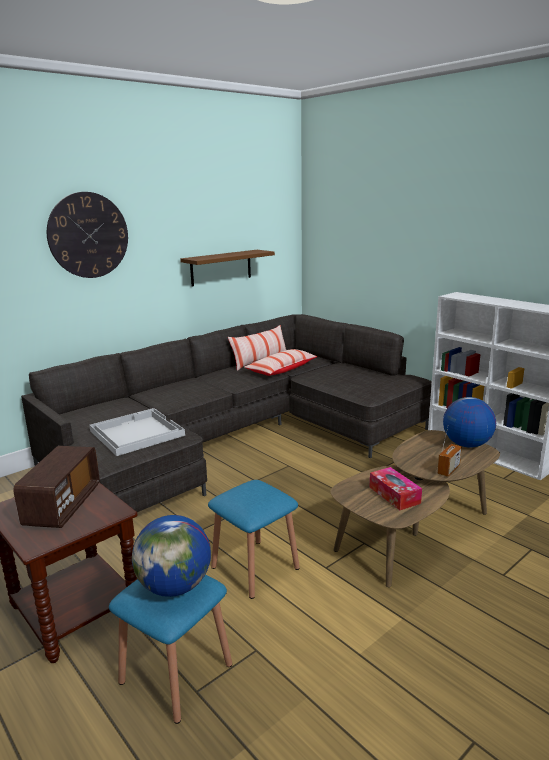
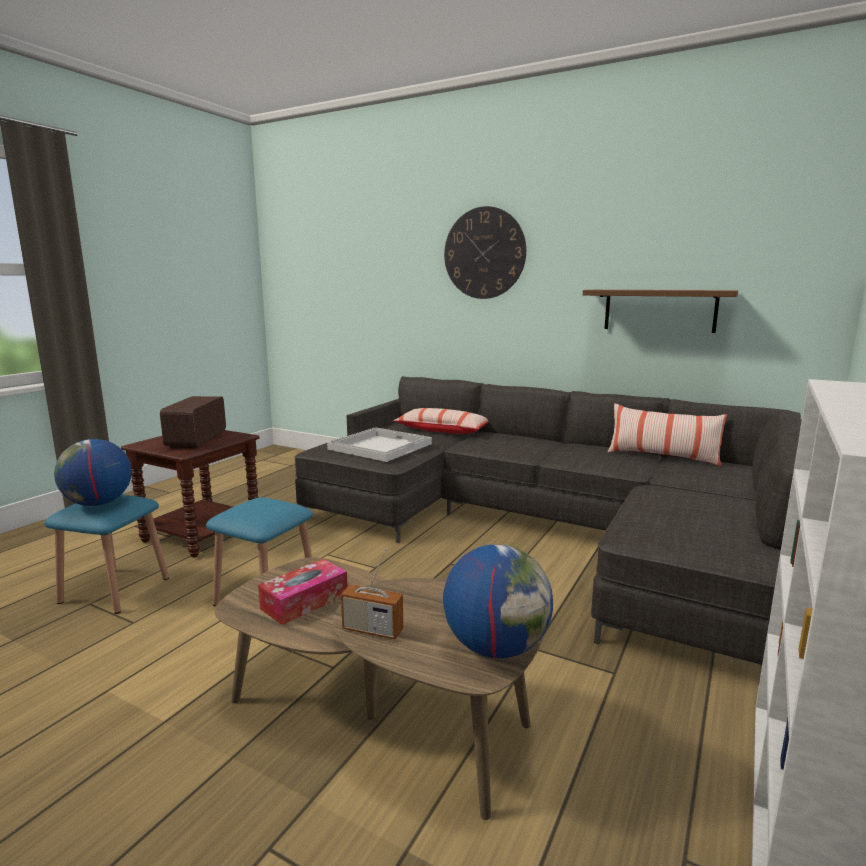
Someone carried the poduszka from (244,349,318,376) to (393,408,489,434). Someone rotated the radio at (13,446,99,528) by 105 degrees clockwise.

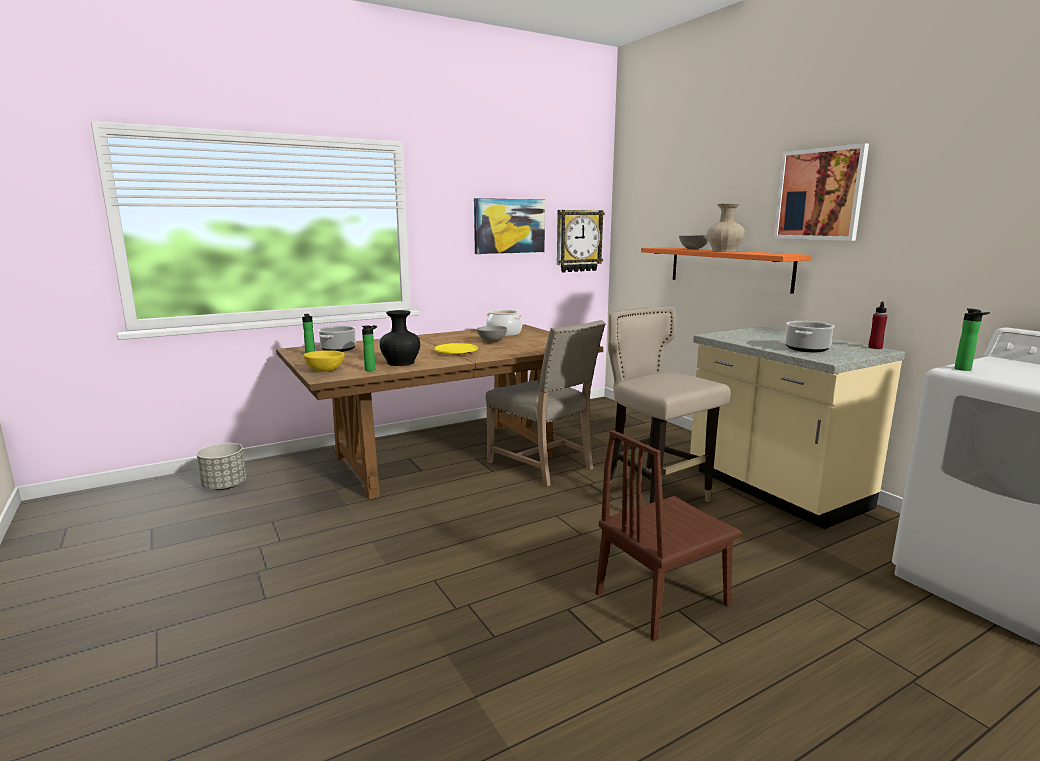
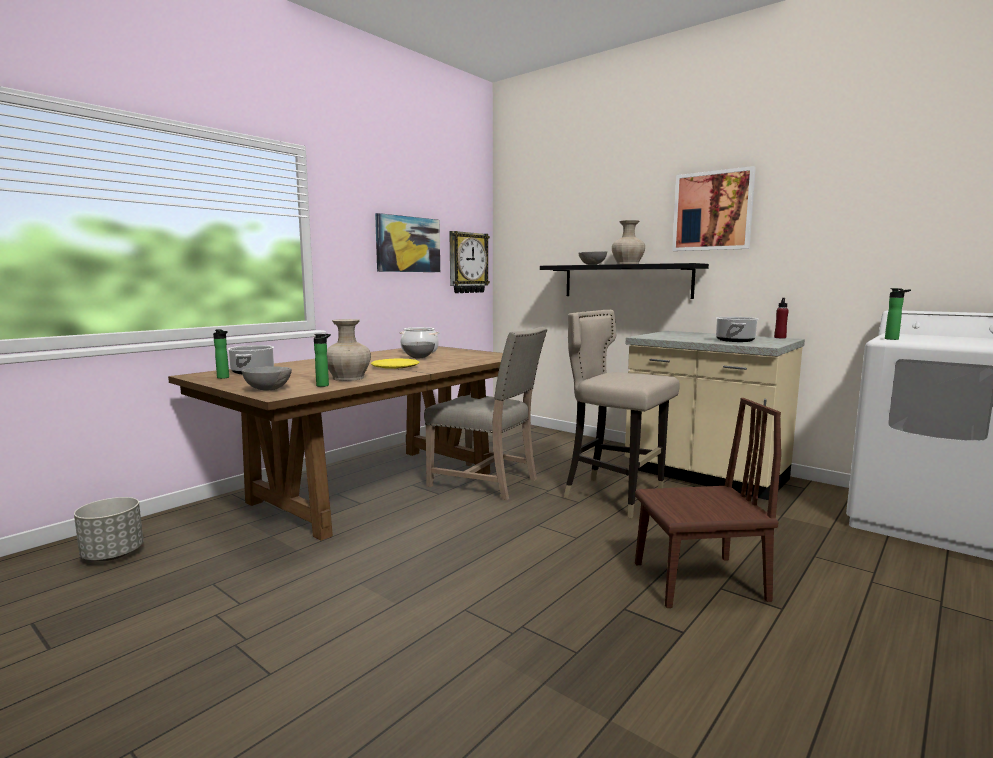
Someone repainted the miska (żółty) at (304,350,345,372), which became the miska (szary) at (241,366,292,390). Someone repainted the wazon (czarny) at (380,310,420,366), which became the wazon (beżowy) at (327,319,371,381). Someone repainted the półka (pomarańczowy) at (641,247,811,294), which became the półka (czarny) at (540,263,709,299). Someone rotated the krzesło (brązowy) at (596,430,741,641) by 135 degrees counterclockwise.

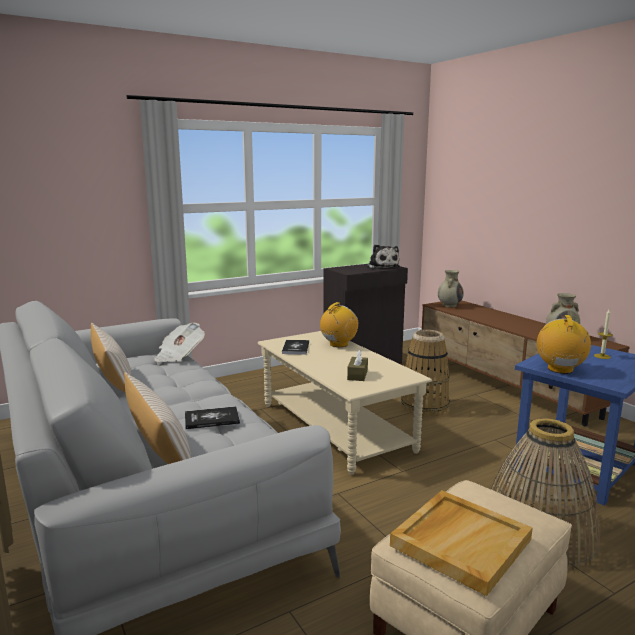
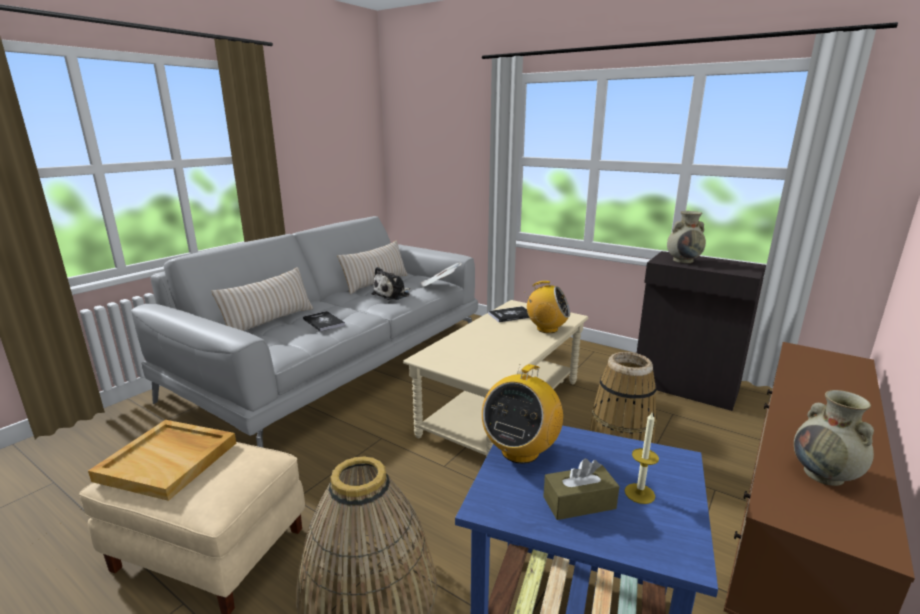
Someone carried the pudełko chusteczek (brązowy) from (347,350,368,381) to (543,458,619,520). Someone carried the pluszak from (367,244,399,269) to (371,267,410,300). Someone carried the wazon (beżowy) from (438,270,464,307) to (667,211,706,263). Someone rotated the radio at (537,315,591,374) by 135 degrees clockwise.

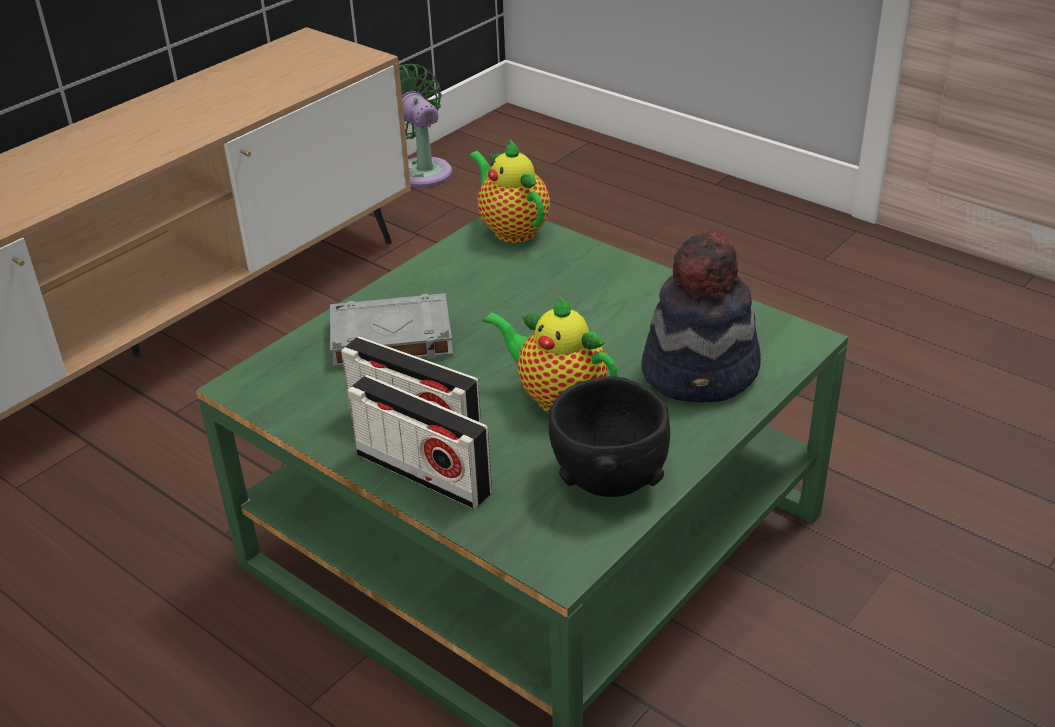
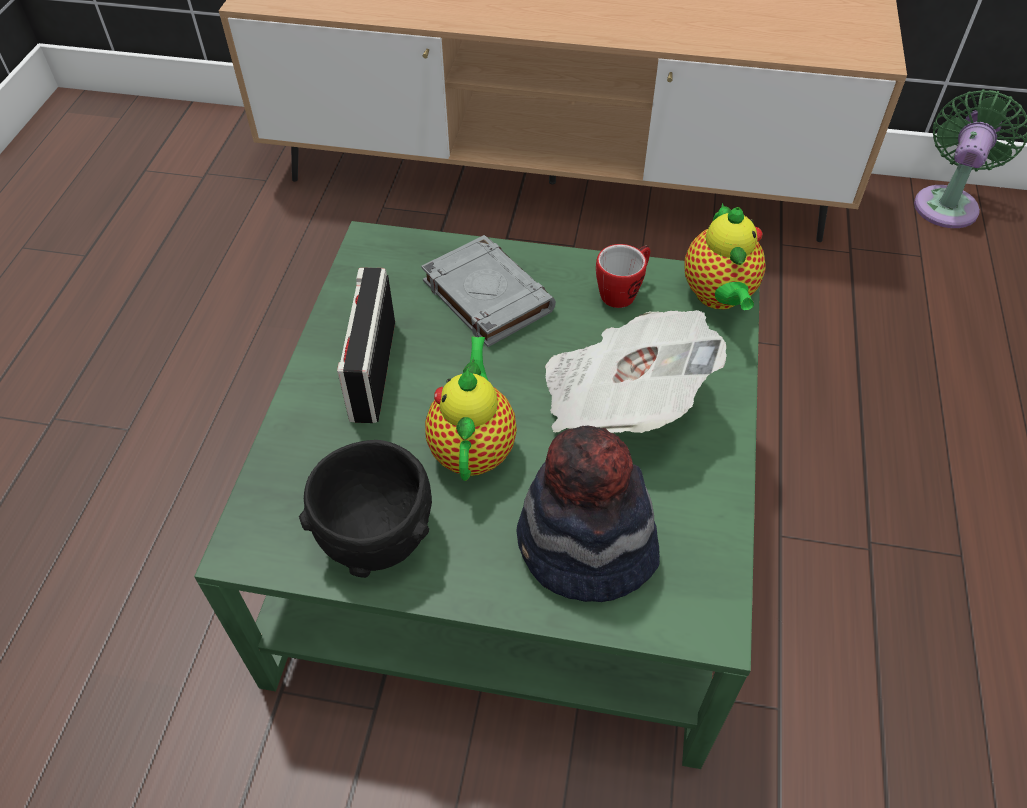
Someone took away the radio at (348,375,492,509). Someone put down the gazeta at (545,310,727,433). Someone put down the kubek at (596,244,650,308). Someone rotated the imbryk at (469,139,550,243) by 150 degrees clockwise.

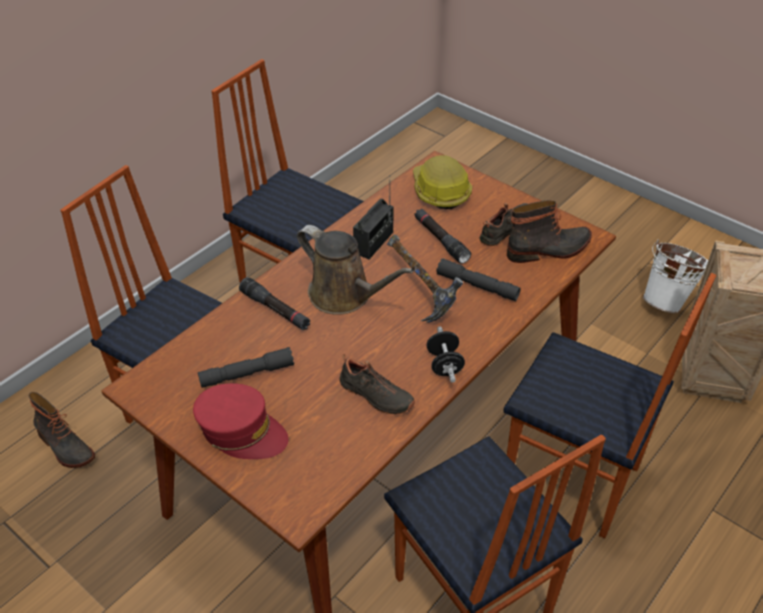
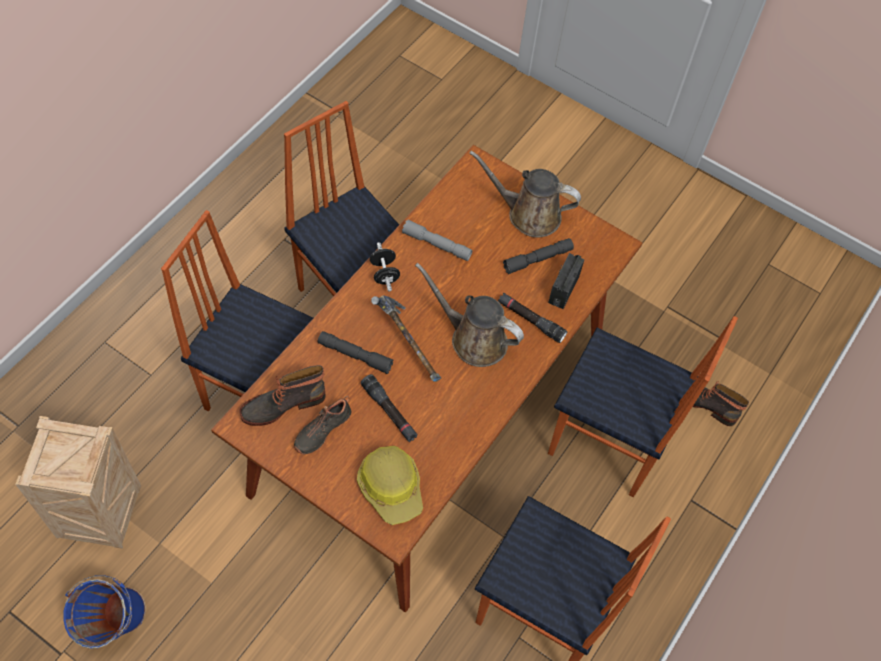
Someone carried the radio from (353,183,394,259) to (548,253,585,309). Someone swapped the czapka z daszkiem (czerwony) at (193,383,289,459) for the konewka (brązowy) at (469,151,581,238). Someone swapped the but (czarny) at (339,354,415,415) for the latarka (szary) at (402,220,473,261). Someone repainted the wiadro (biały) at (643,239,708,313), which became the wiadro (niebieski) at (63,575,146,649).

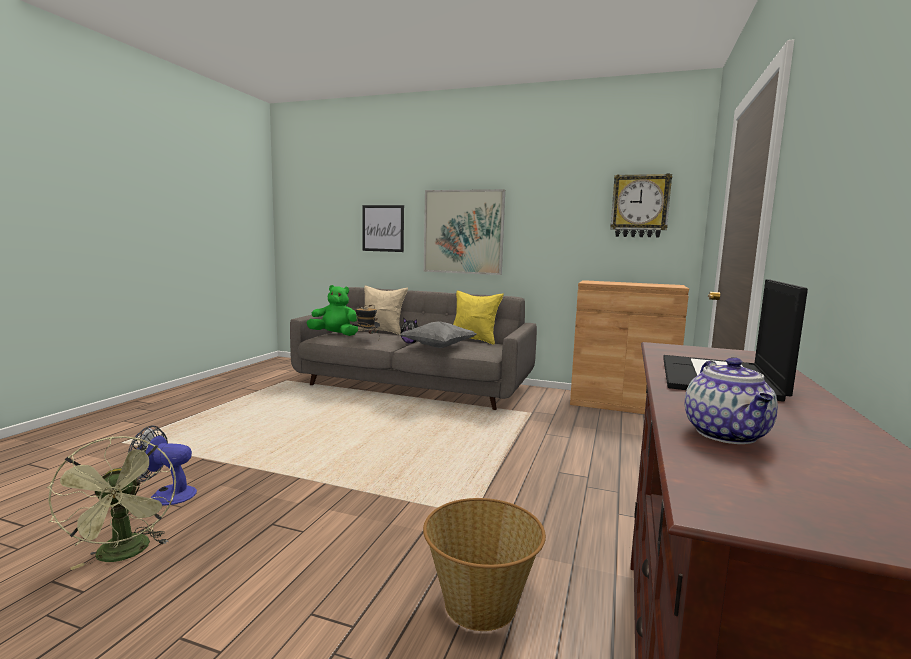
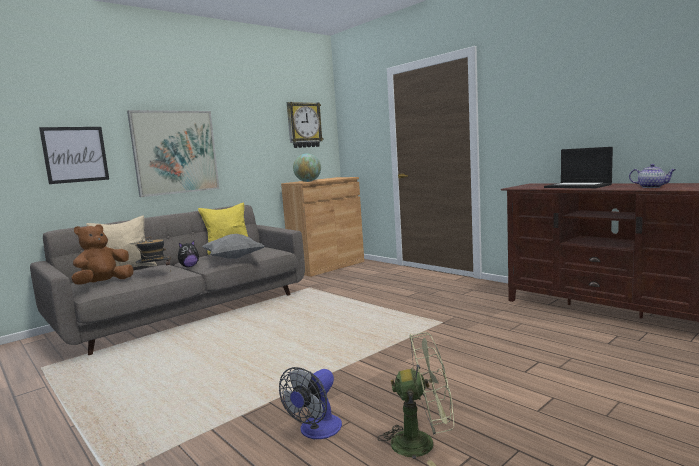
Someone took away the koszyk at (423,498,546,631). Someone put down the globus at (293,154,321,182). Someone repainted the pluszak (zielony) at (307,285,358,336), which became the pluszak (brązowy) at (71,224,133,285).

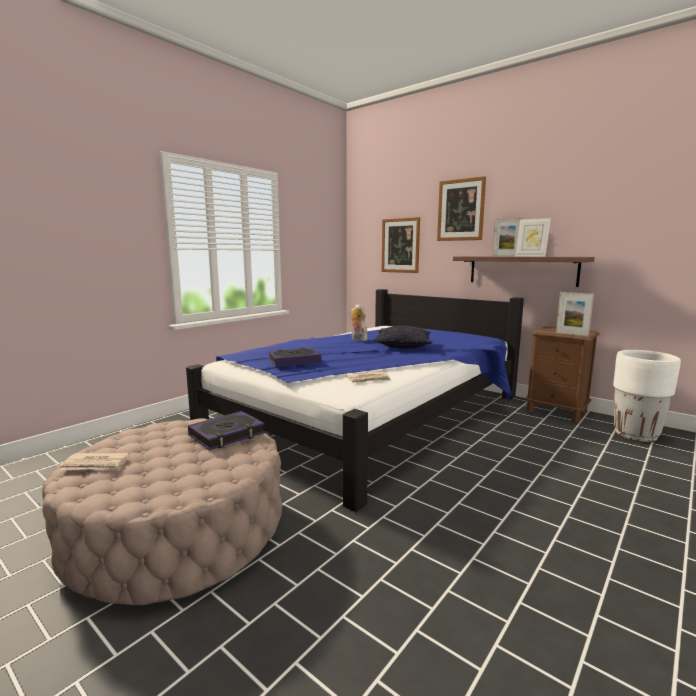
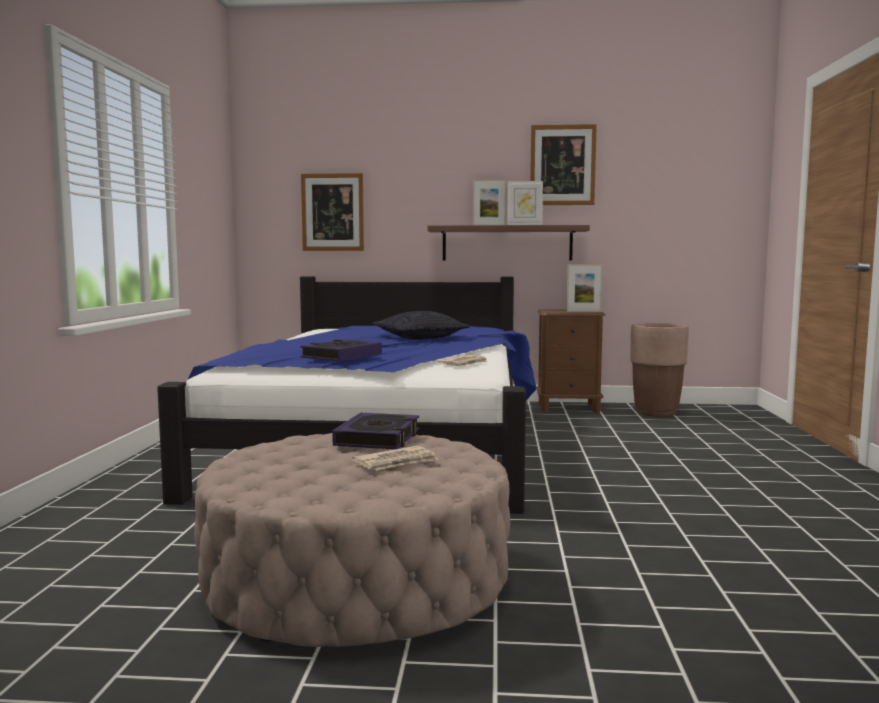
Someone took away the pluszak at (350,304,368,341). Someone carried the gazeta from (60,453,130,471) to (352,445,438,470). Someone carried the obraz from (437,176,486,241) to (530,124,597,205). Someone repainted the donica (biały) at (613,350,681,442), which became the donica (brązowy) at (630,323,689,417).

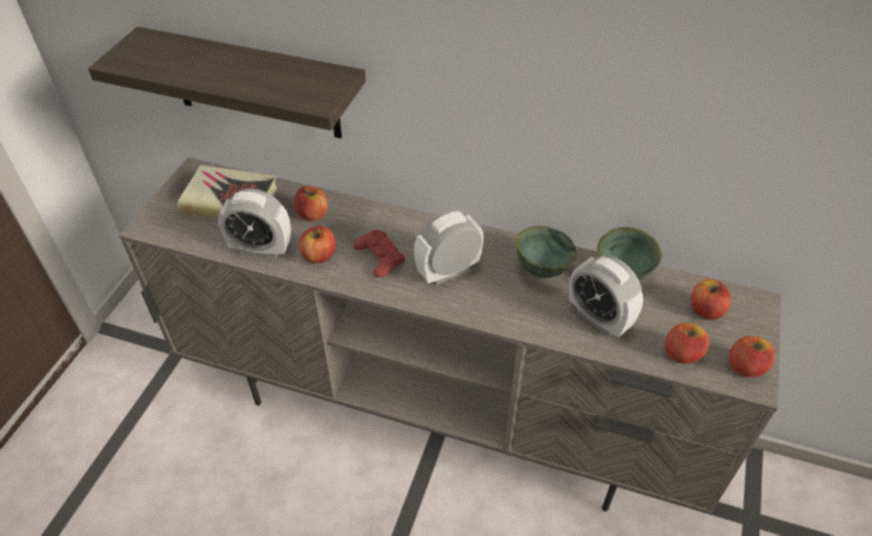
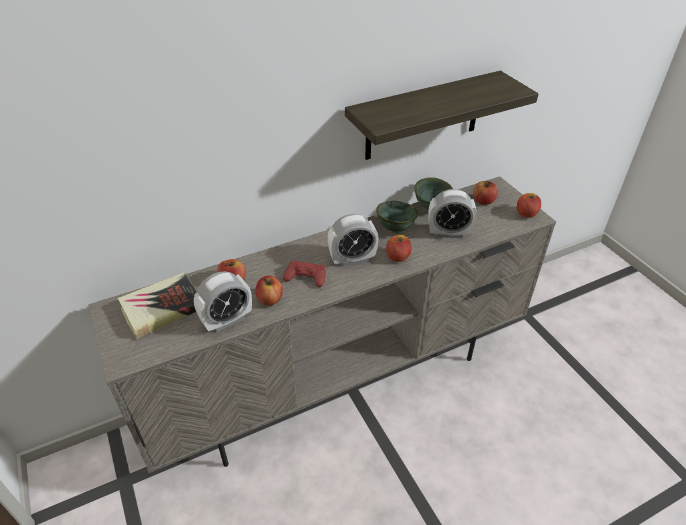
Someone carried the półka from (88,27,366,138) to (345,71,538,160). Someone carried the jabłko from (665,323,709,364) to (386,235,412,262). Someone rotated the budzik at (414,210,484,285) by 120 degrees counterclockwise.

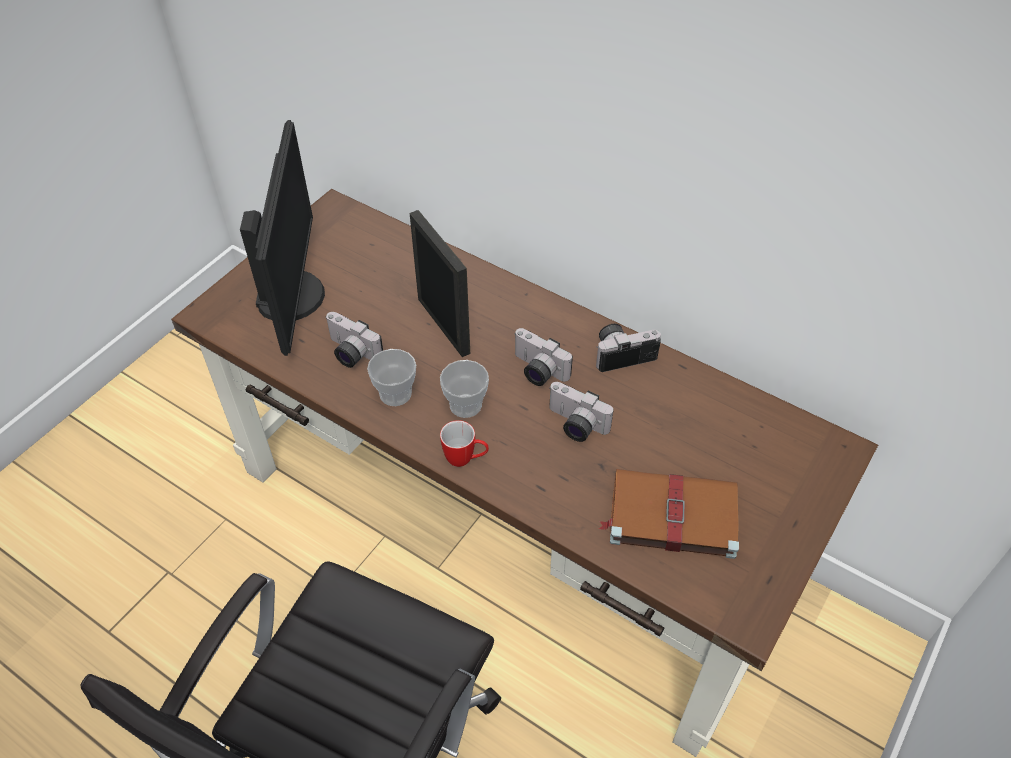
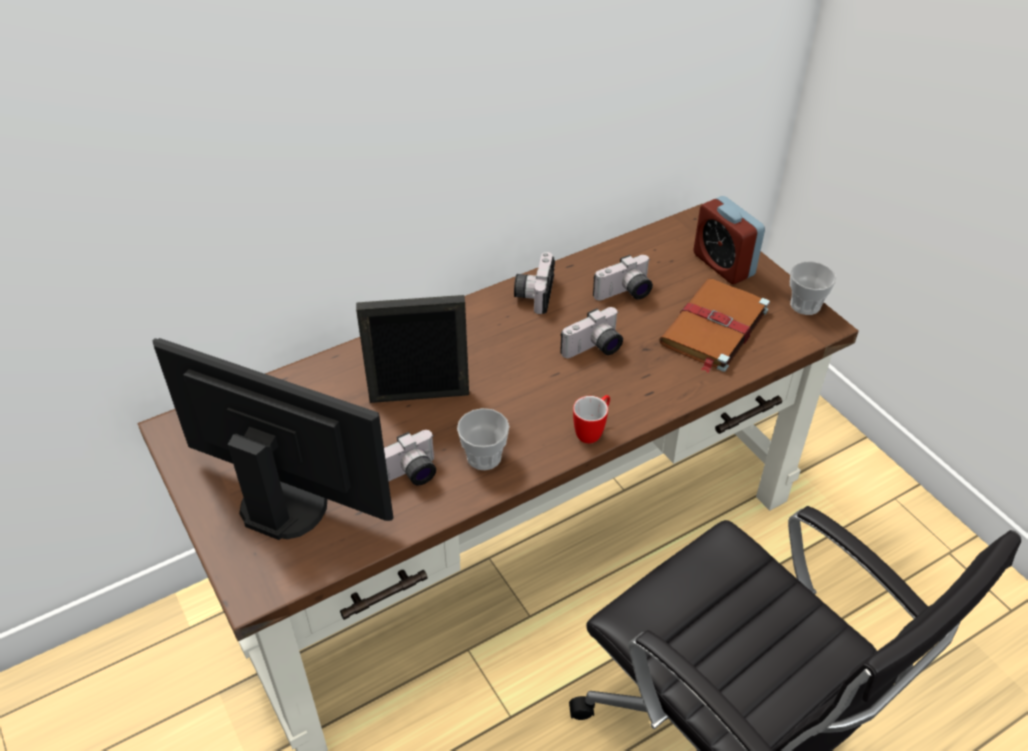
Someone put down the budzik at (693,196,765,284). Someone carried the filiżanka from (440,360,489,418) to (790,261,836,315). Someone carried the aparat fotograficzny from (515,328,573,386) to (593,255,653,300).

